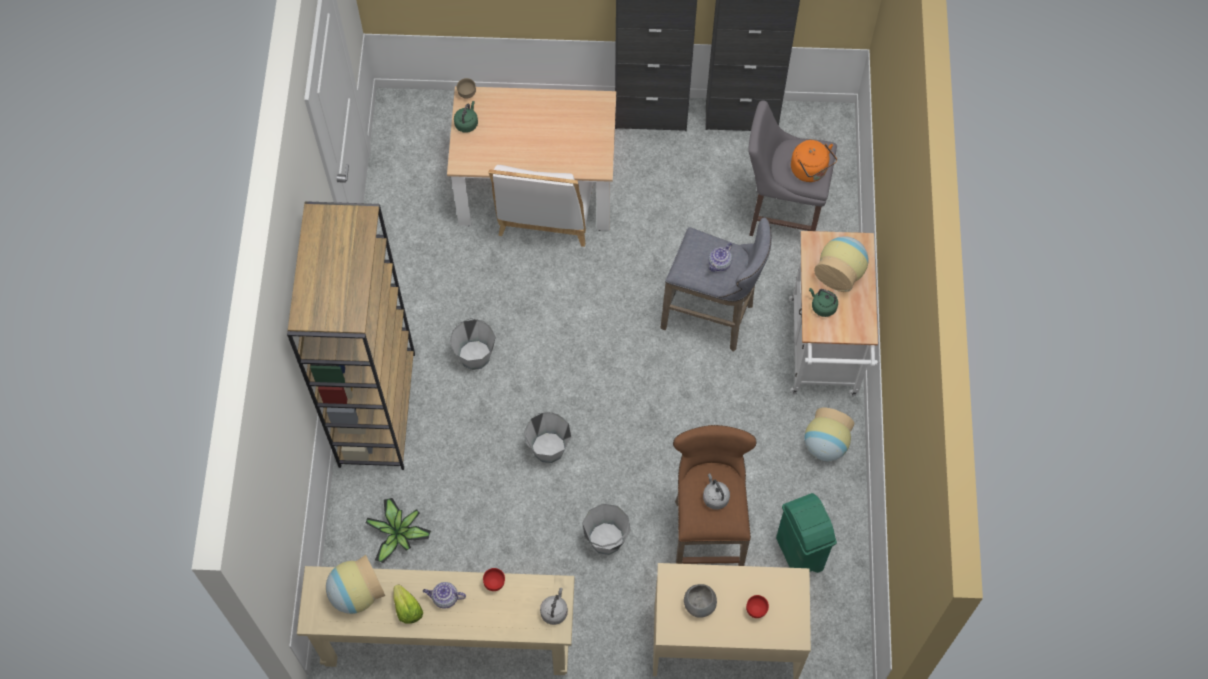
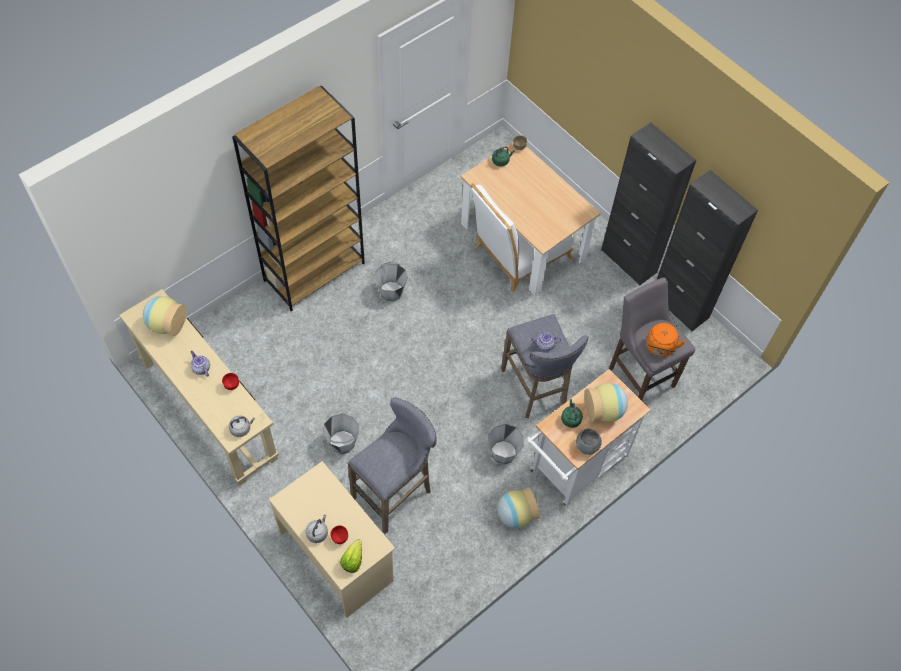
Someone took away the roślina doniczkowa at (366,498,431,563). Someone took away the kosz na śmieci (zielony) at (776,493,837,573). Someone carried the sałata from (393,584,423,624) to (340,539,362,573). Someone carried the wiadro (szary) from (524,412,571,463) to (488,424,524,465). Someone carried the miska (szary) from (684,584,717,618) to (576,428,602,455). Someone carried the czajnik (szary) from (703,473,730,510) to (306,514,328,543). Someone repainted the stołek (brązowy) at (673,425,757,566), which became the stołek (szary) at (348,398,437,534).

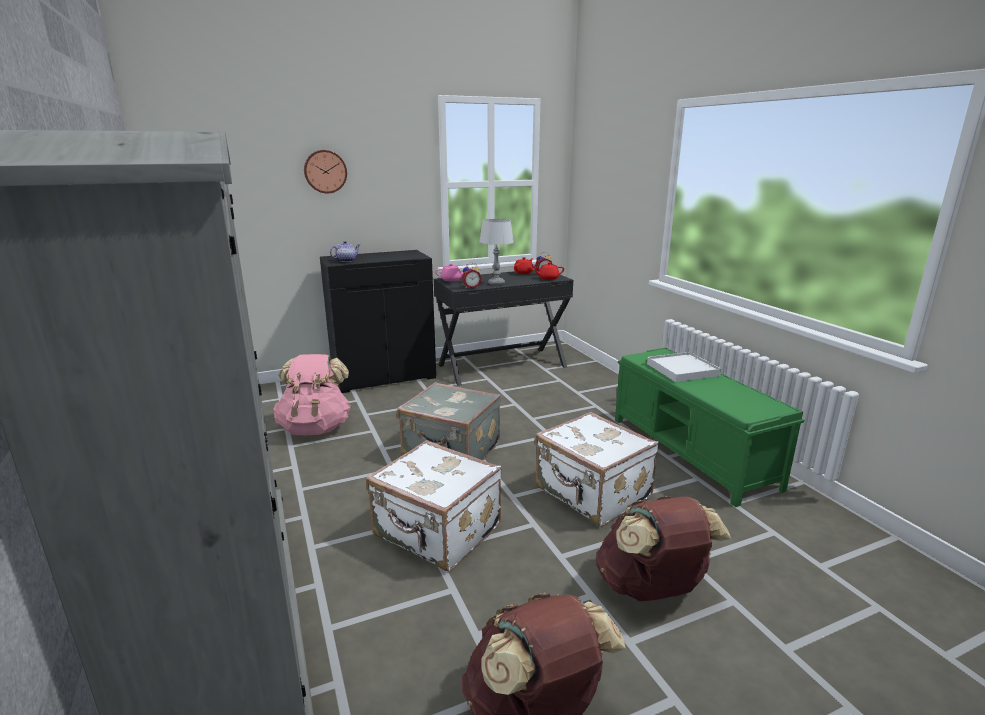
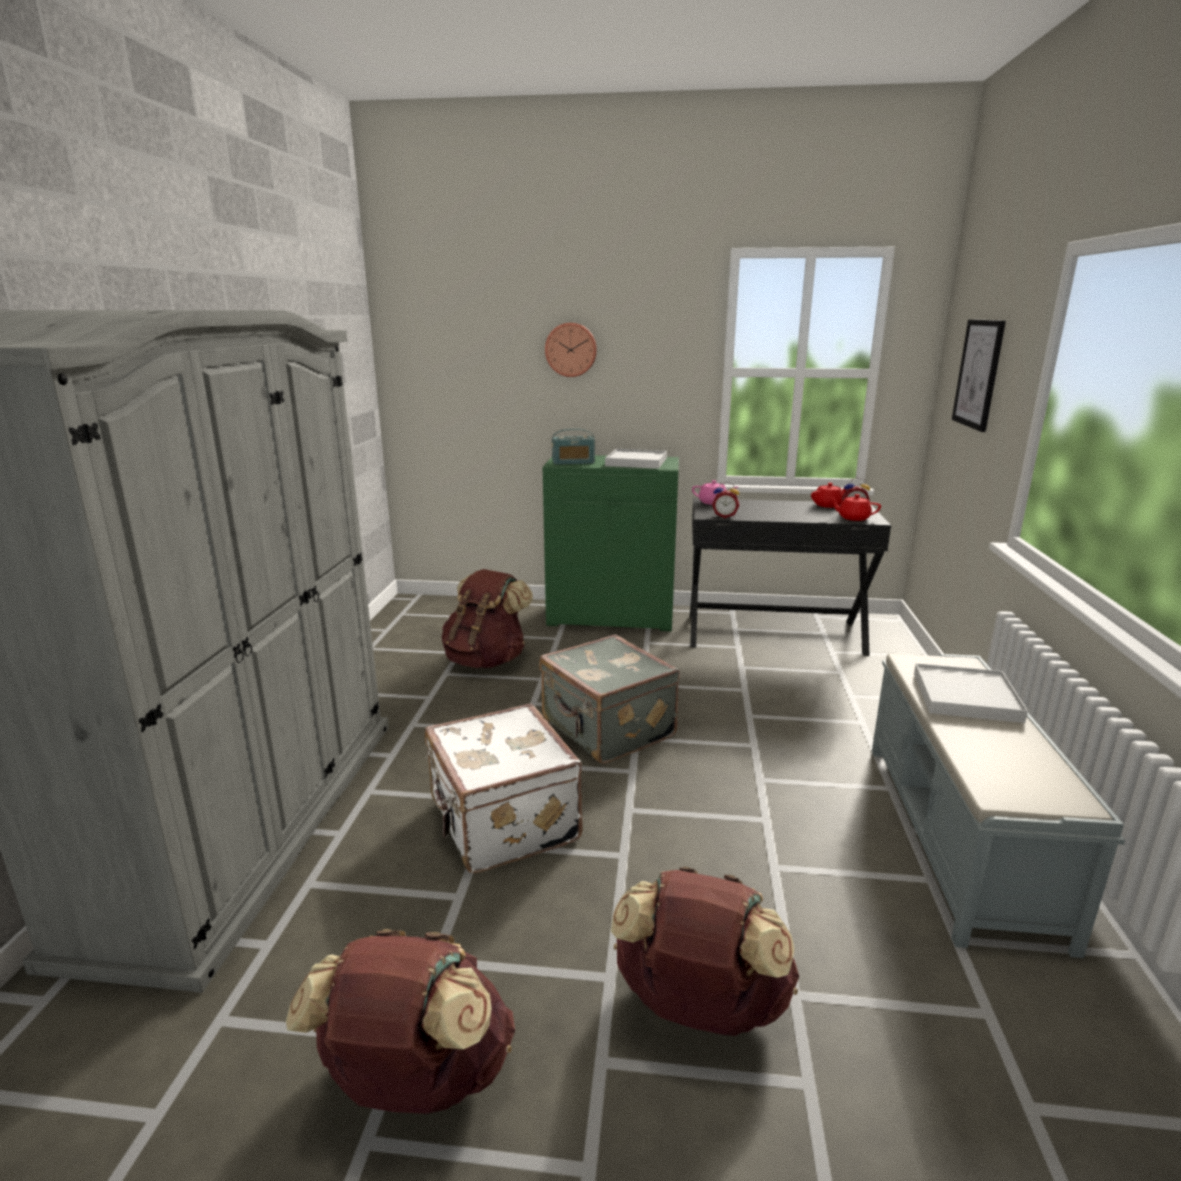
Someone took away the lampa stołowa (szary) at (479,219,514,285). Someone took away the walizka (biały) at (535,412,659,526). Someone put down the taca (biały) at (605,449,667,469). Someone put up the obraz at (952,319,1006,432). Someone swapped the imbryk at (330,241,360,262) for the radio at (552,429,595,465). Someone repainted the plecak (różowy) at (273,354,351,435), which became the plecak (brązowy) at (442,569,533,668). Someone repainted the szafka (czarny) at (320,250,436,393), which became the szafka (zielony) at (543,455,679,631). Someone repainted the ławka (zielony) at (615,348,804,507), which became the ławka (szary) at (872,654,1125,958).

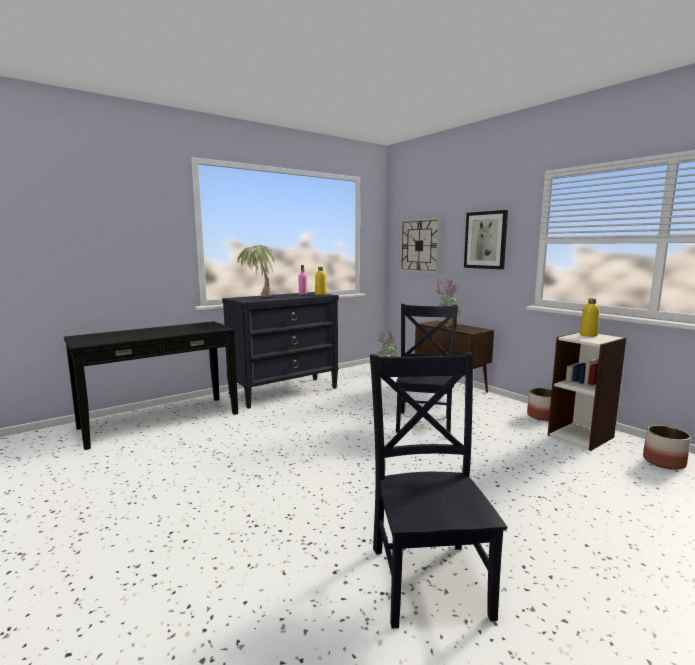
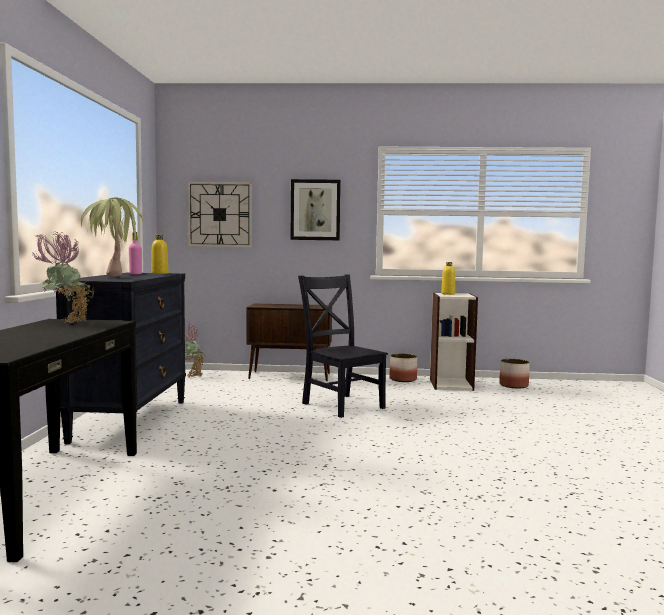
Someone took away the krzesło (czarny) at (370,352,507,629). Someone carried the roślina doniczkowa from (435,278,461,326) to (32,232,94,324).

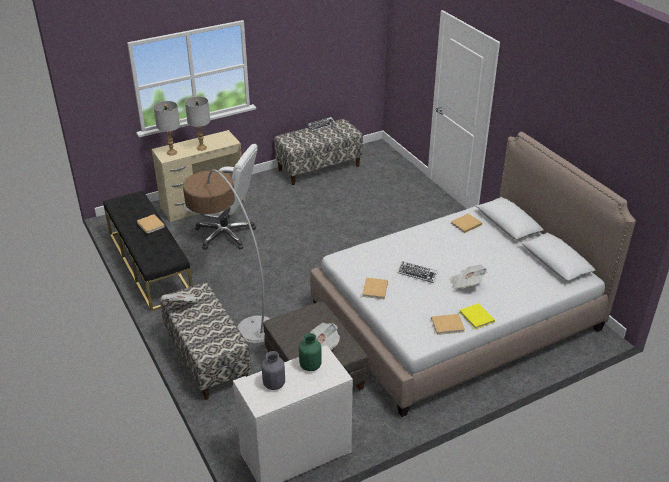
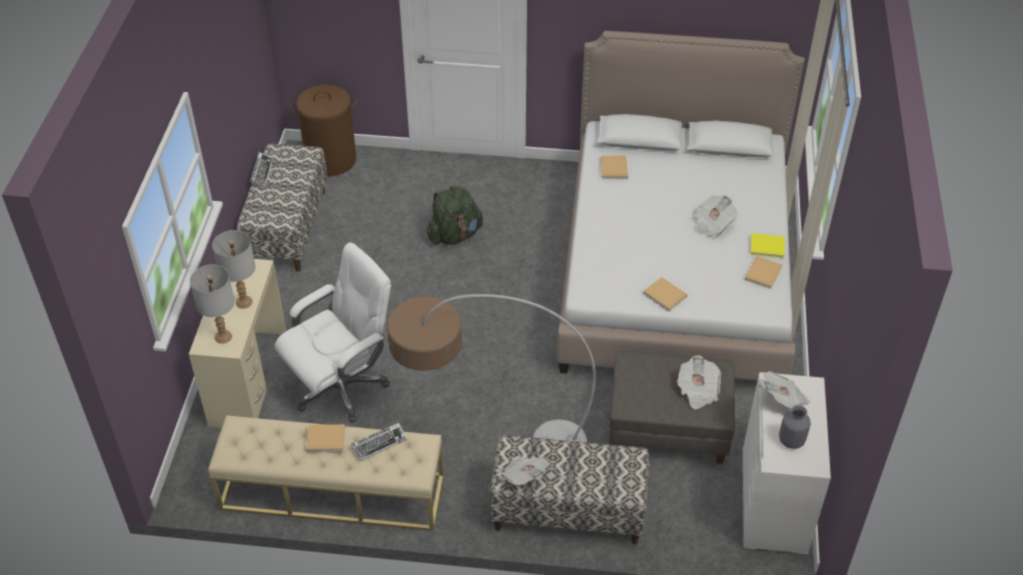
Someone put down the kosz na pranie (brązowy) at (290,85,357,176). Someone put down the plecak (zielony) at (427,185,483,245). Someone carried the klawiatura from (398,261,438,283) to (351,423,407,461). Someone swapped the wazon (zielony) at (299,333,322,371) for the gazeta at (762,371,810,409). Someone repainted the ławka (czarny) at (103,190,193,311), which became the ławka (beżowy) at (208,415,444,531).

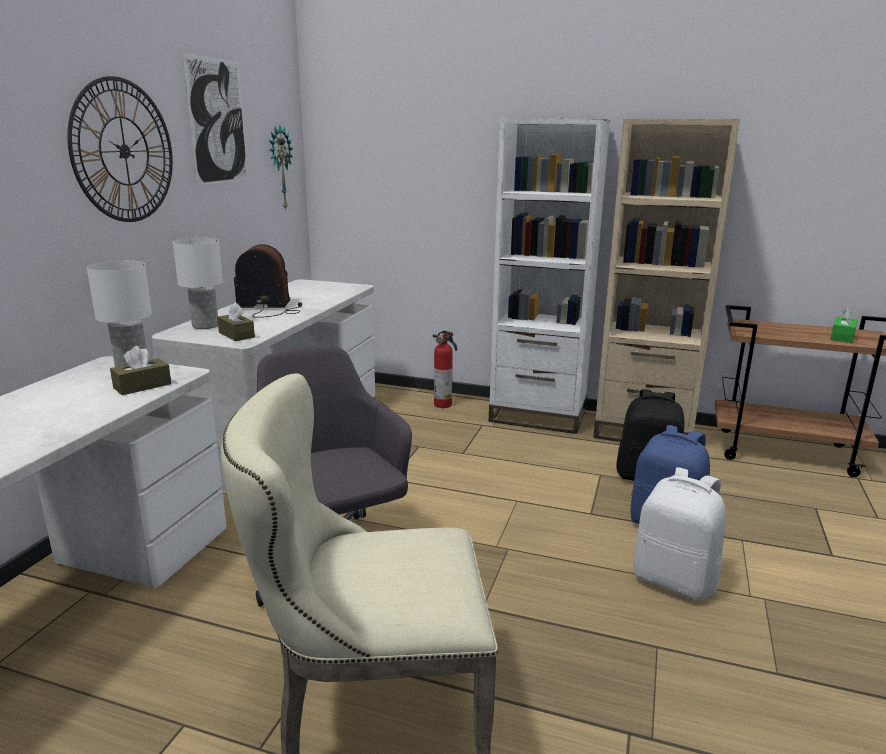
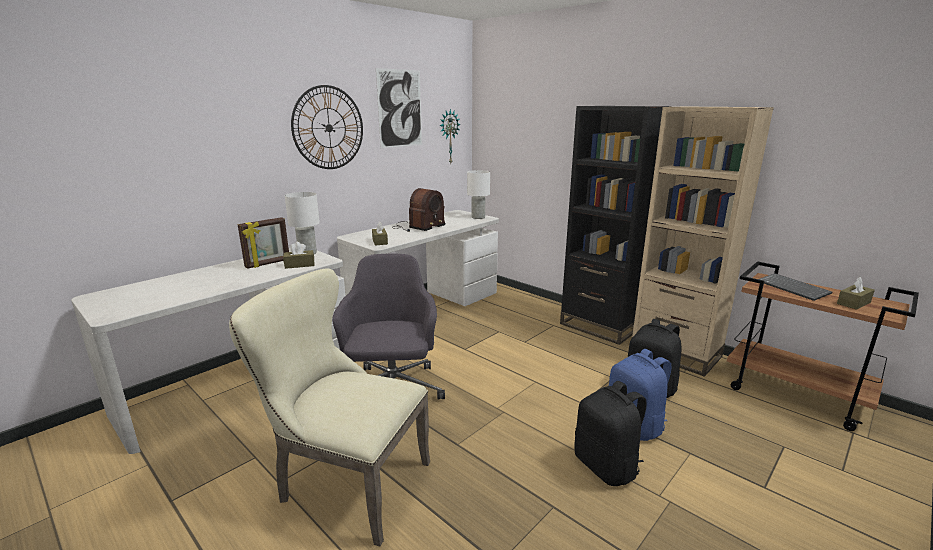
Someone took away the gaśnica at (433,330,457,408). Someone put down the ramka na zdjęcie at (238,217,289,269). Someone put down the klawiatura at (759,273,832,301). Someone carried the lampa stołowa (biały) from (173,238,223,329) to (467,170,490,219). Someone repainted the regał (biały) at (489,119,610,434), which became the regał (czarny) at (560,106,671,345). Someone repainted the plecak (biały) at (634,467,726,601), which became the plecak (czarny) at (574,381,647,486). Someone repainted the pudełko chusteczek (zielony) at (830,307,858,343), which became the pudełko chusteczek (brązowy) at (837,277,875,310). Someone rotated the radio at (234,244,302,318) by 105 degrees clockwise.

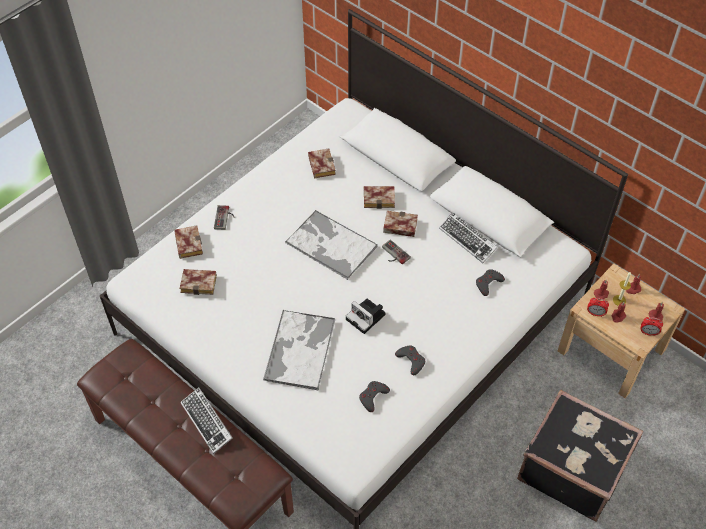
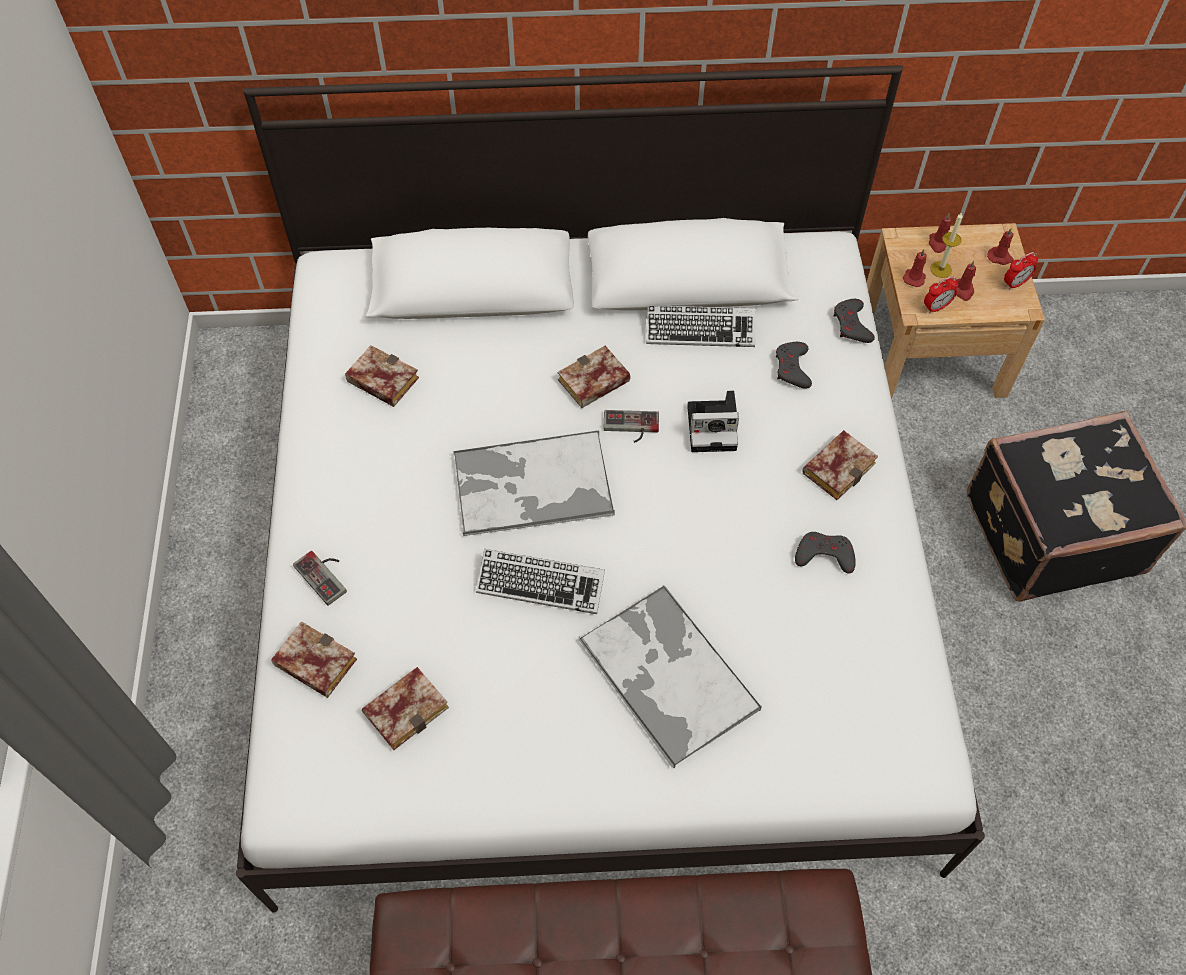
Someone carried the klawiatura from (181,387,232,454) to (476,549,605,614). Someone carried the aparat fotograficzny from (346,299,386,334) to (687,391,739,452). Someone carried the pad do gier (szary) from (359,381,390,412) to (834,299,875,343). Someone carried the książka from (364,186,395,209) to (802,430,878,500).

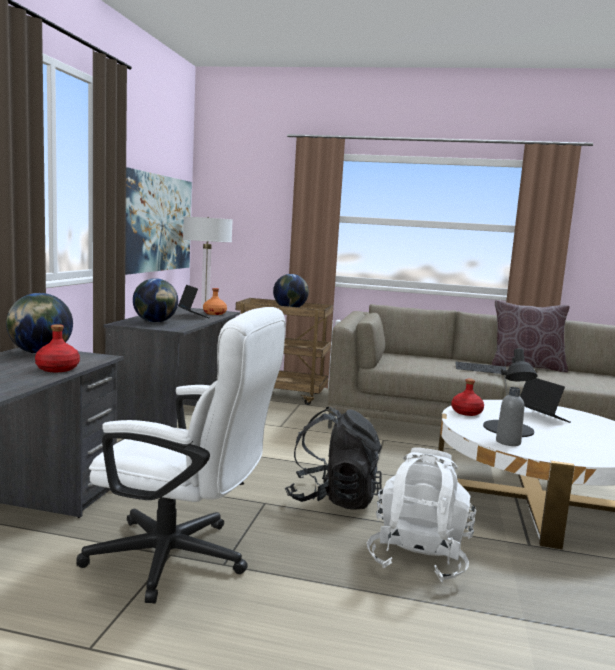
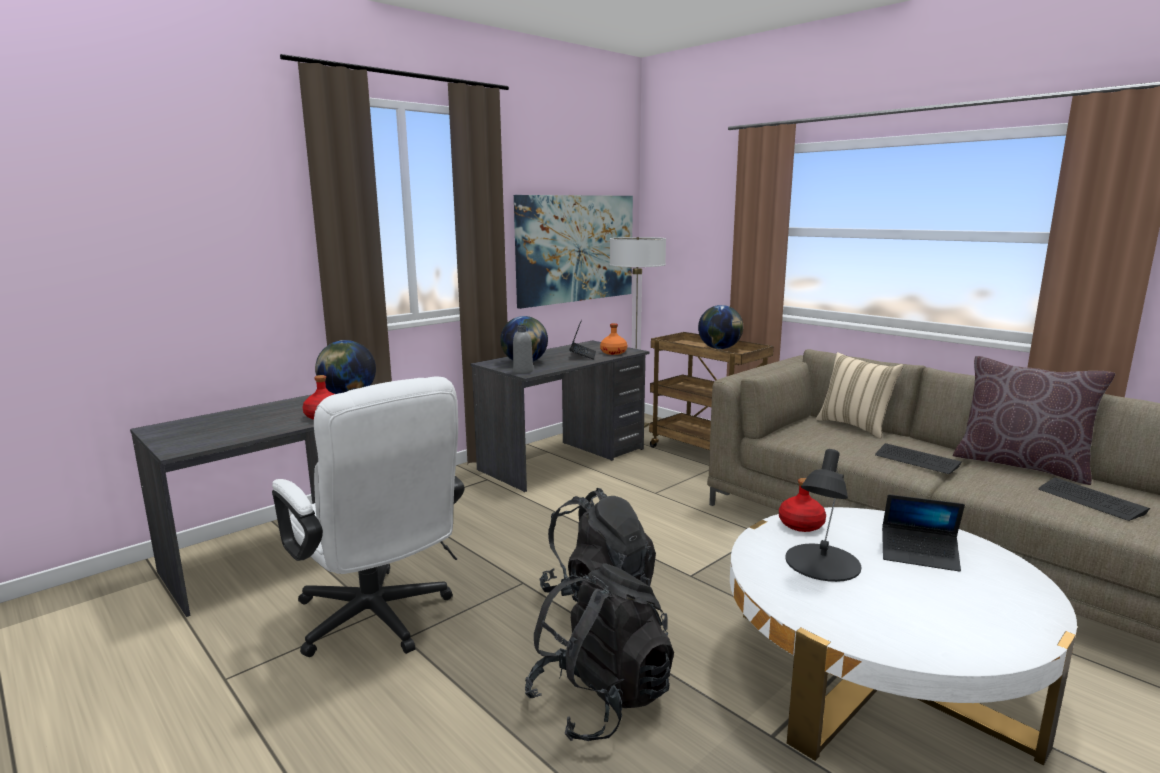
Someone put down the poduszka (beżowy) at (816,352,904,439). Someone put down the klawiatura at (1038,477,1150,521). Someone carried the butelka (szary) from (496,387,524,446) to (513,325,533,374). Someone repainted the plecak (biały) at (367,447,476,582), which became the plecak (czarny) at (525,563,674,741). Someone rotated the laptop at (520,378,571,423) by 105 degrees clockwise.

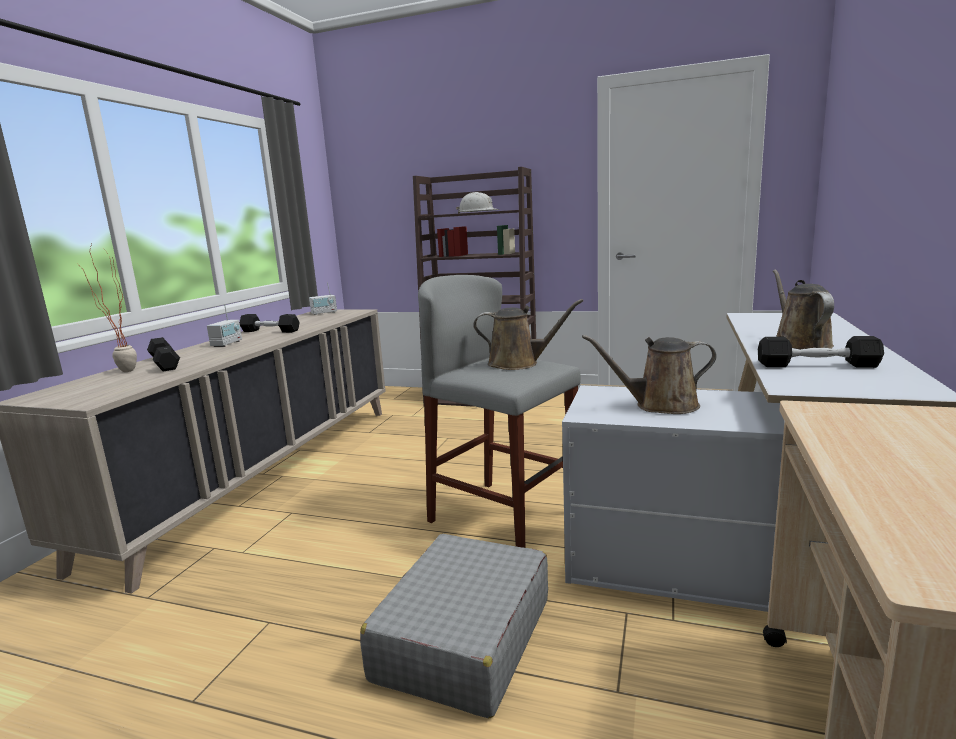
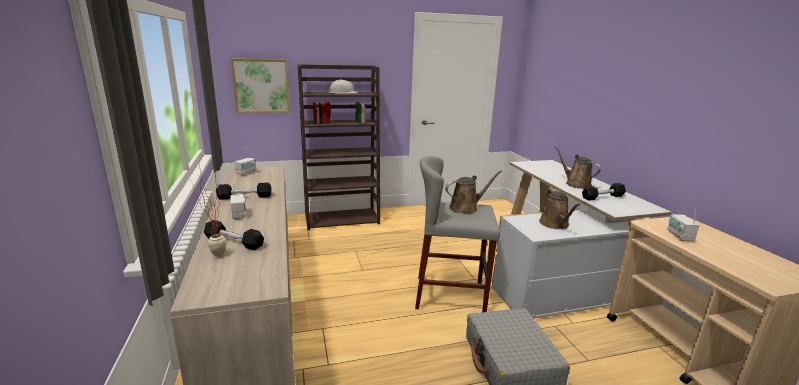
Someone put up the obraz at (231,59,290,113). Someone put down the radio at (667,209,700,241). Someone rotated the konewka (brązowy) at (582,335,717,414) by 60 degrees counterclockwise.

